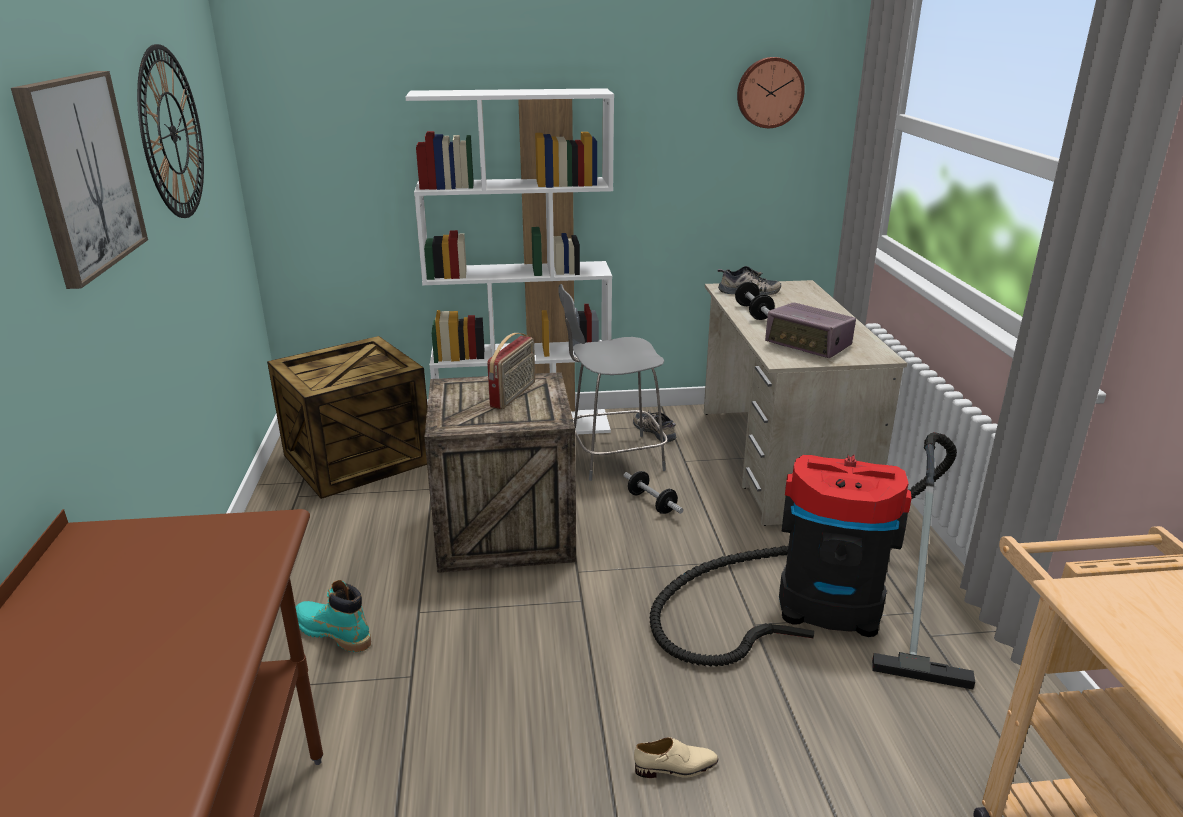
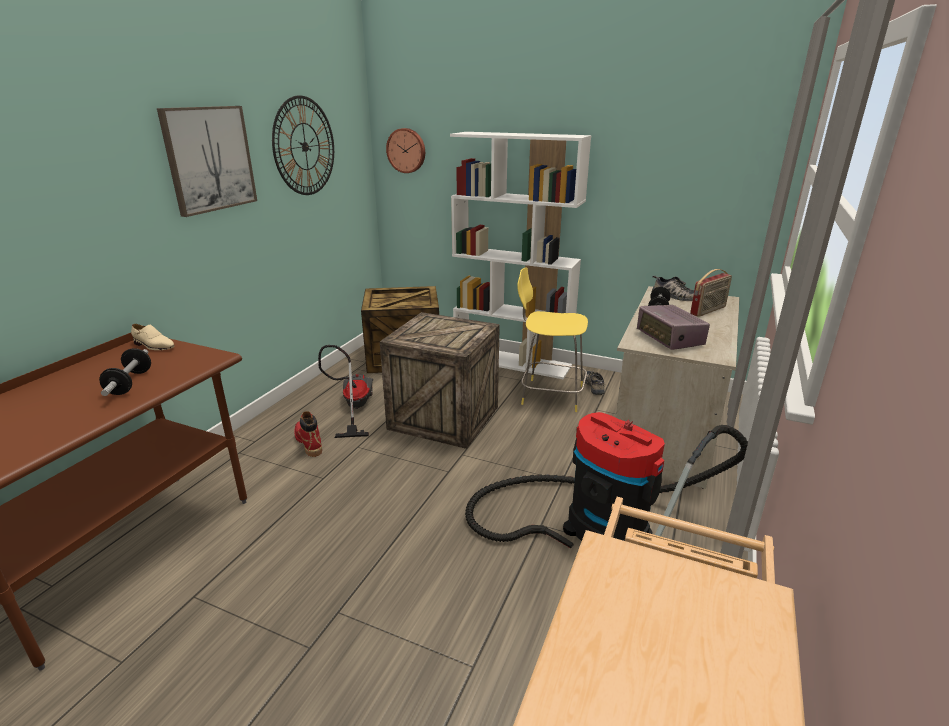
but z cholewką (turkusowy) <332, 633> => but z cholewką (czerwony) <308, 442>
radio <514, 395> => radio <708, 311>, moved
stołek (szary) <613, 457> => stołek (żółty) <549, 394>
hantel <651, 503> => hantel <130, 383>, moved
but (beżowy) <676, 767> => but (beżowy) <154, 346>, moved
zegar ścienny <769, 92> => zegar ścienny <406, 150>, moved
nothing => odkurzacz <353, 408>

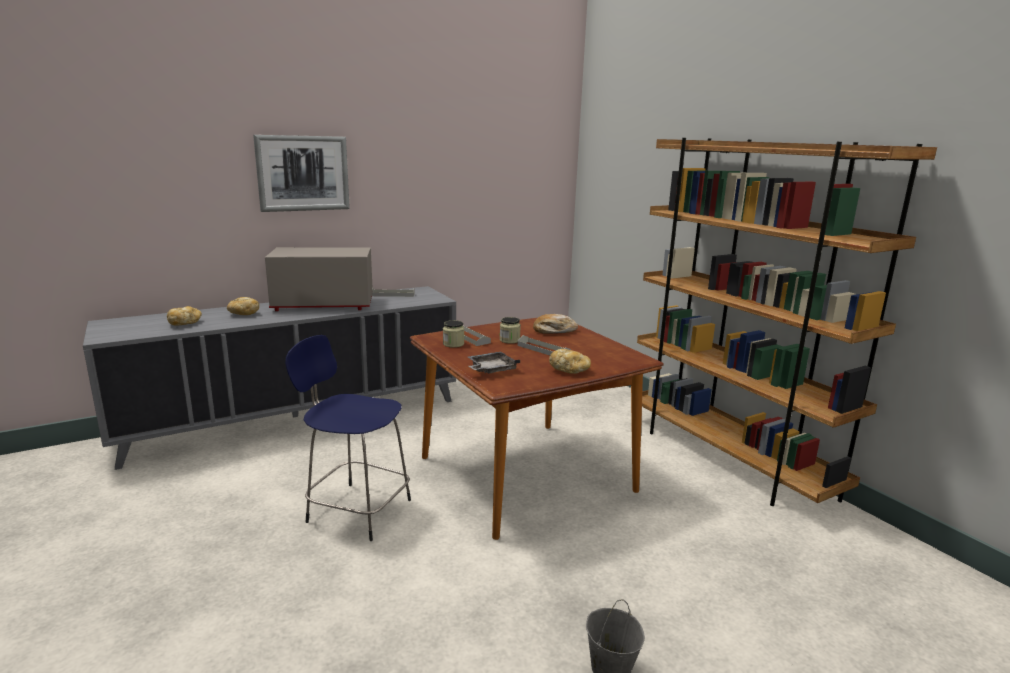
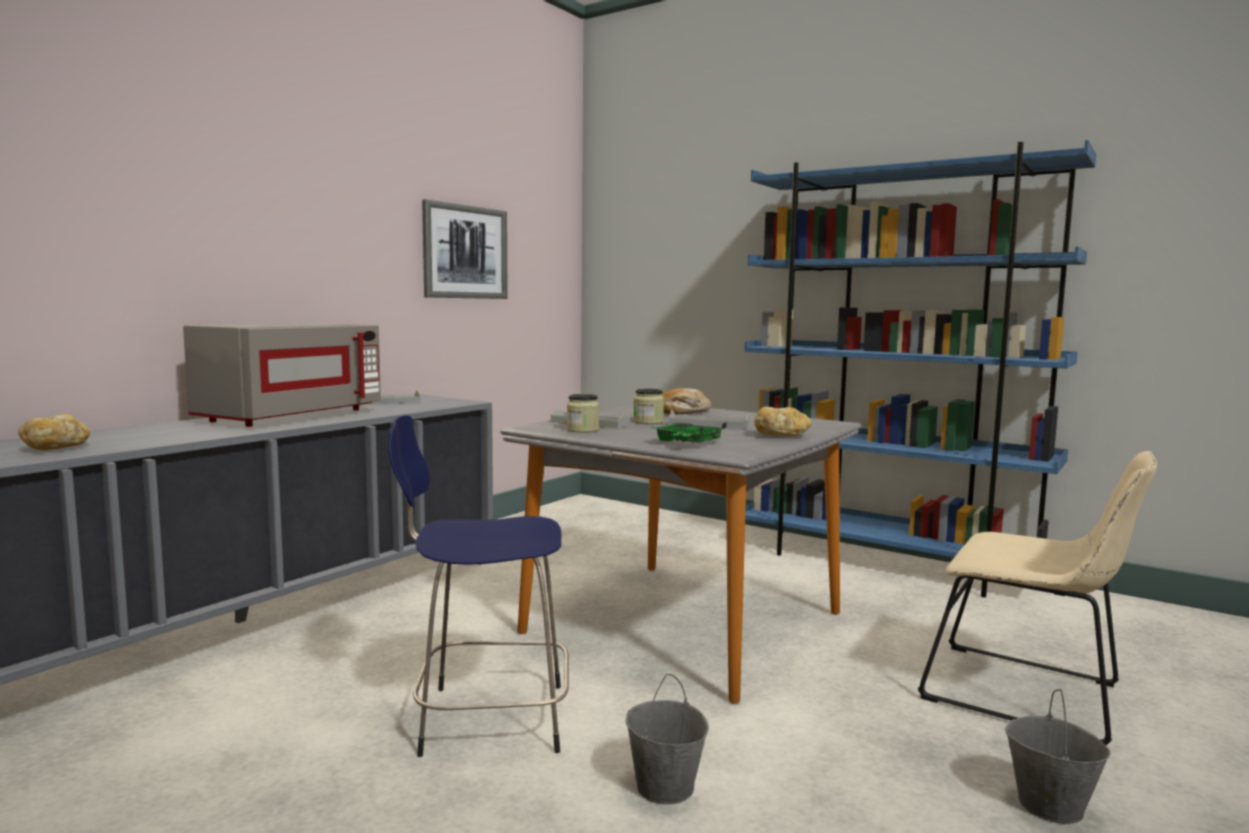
chleb <243, 314> => nothing
obraz <303, 173> => obraz <465, 252>, moved
mikrofalówka (szary) <323, 305> => mikrofalówka (szary) <290, 416>, 150 degrees clockwise
stół jadalny (brązowy) <524, 474> => stół jadalny (szary) <683, 623>
taca (szary) <491, 369> => taca (zielony) <687, 443>
regał (brązowy) <727, 459> => regał (niebieski) <887, 563>
nothing => wiadro (szary) <664, 787>
nothing => krzesło (beżowy) <1030, 695>

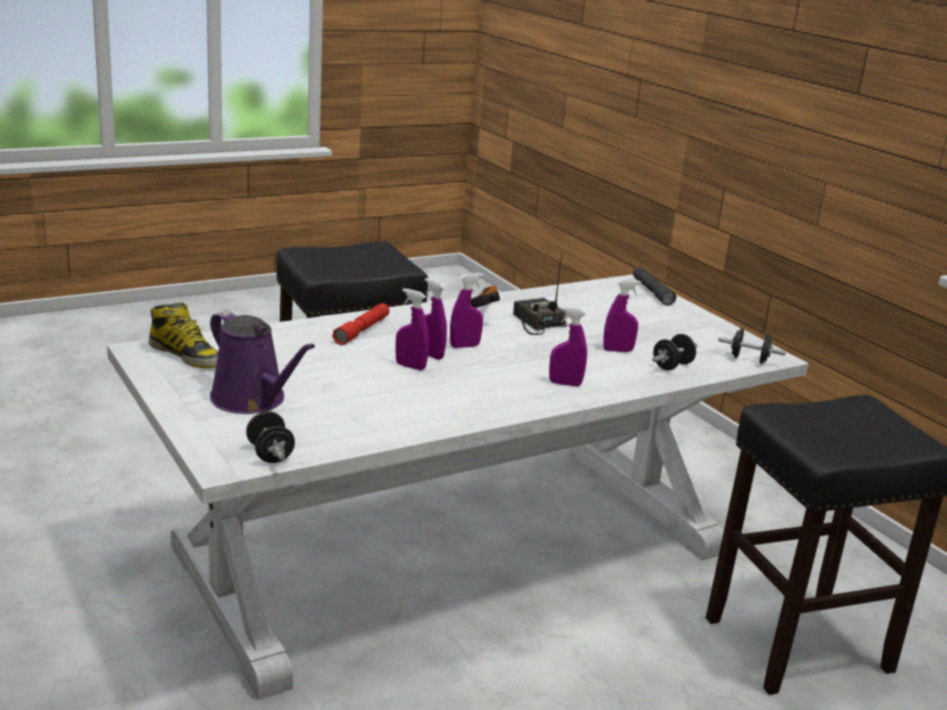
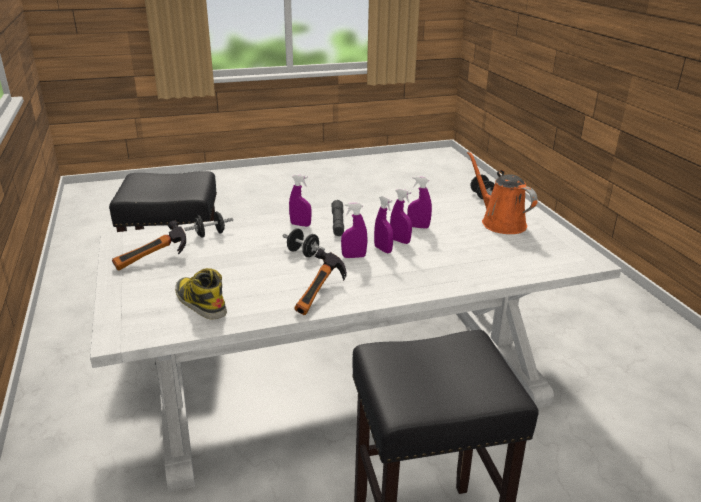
but z cholewką <187, 355> => but z cholewką <199, 302>, moved
konewka (fioletowy) <252, 400> => konewka (pomarańczowy) <500, 222>
latarka (czerwony) <362, 331> => nothing
radio <536, 323> => nothing
spryskiwacz (fioletowy) <618, 350> => spryskiwacz (fioletowy) <418, 227>, moved
latarka (szary) <652, 292> => latarka (szary) <337, 223>, moved
hantel (czarny) <749, 359> => hantel (czarny) <303, 253>, moved
nothing => młotek <153, 261>

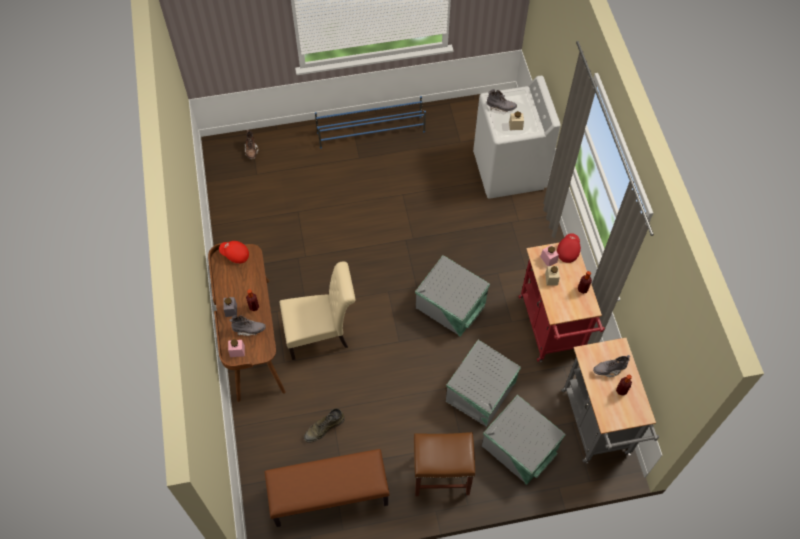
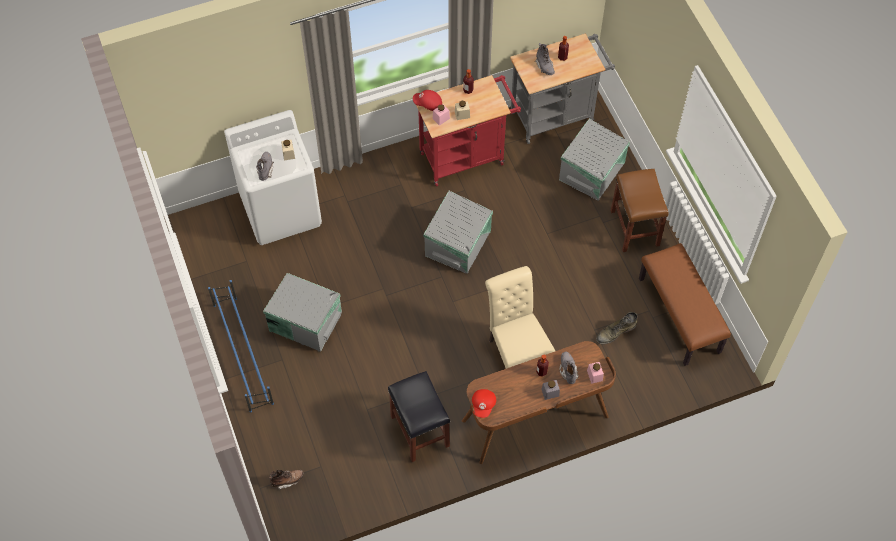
but z cholewką (zielony) <324, 428> => but z cholewką (zielony) <615, 332>, 105 degrees clockwise
pojemnik do przechowywania (szary) <482, 392> => pojemnik do przechowywania (szary) <305, 320>, moved
nothing => stołek (czarny) <419, 430>

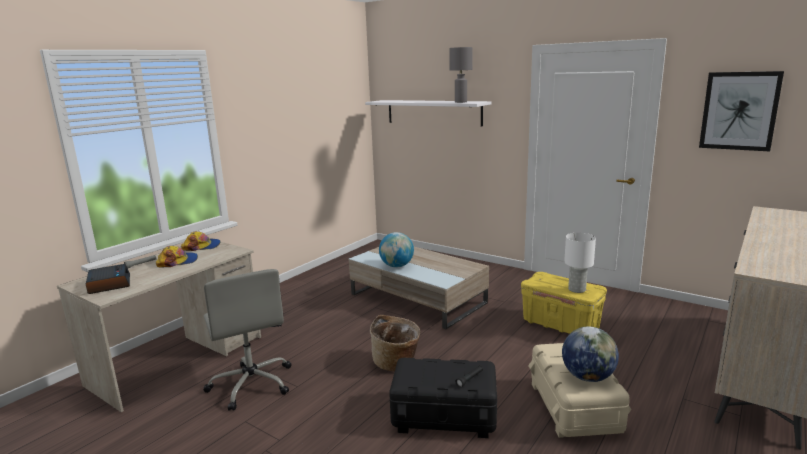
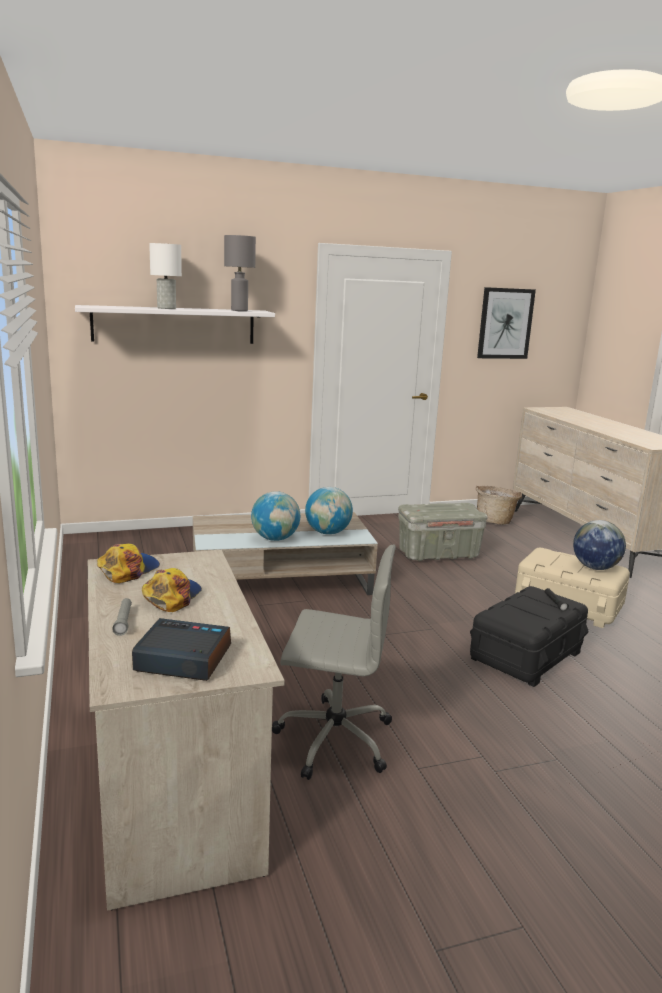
koszyk <396, 362> => koszyk <495, 521>, moved
pojemnik do przechowywania (żółty) <561, 324> => pojemnik do przechowywania (szary) <438, 554>
lampa stołowa (biały) <576, 289> => lampa stołowa (biały) <166, 308>, moved
nothing => globus <328, 533>

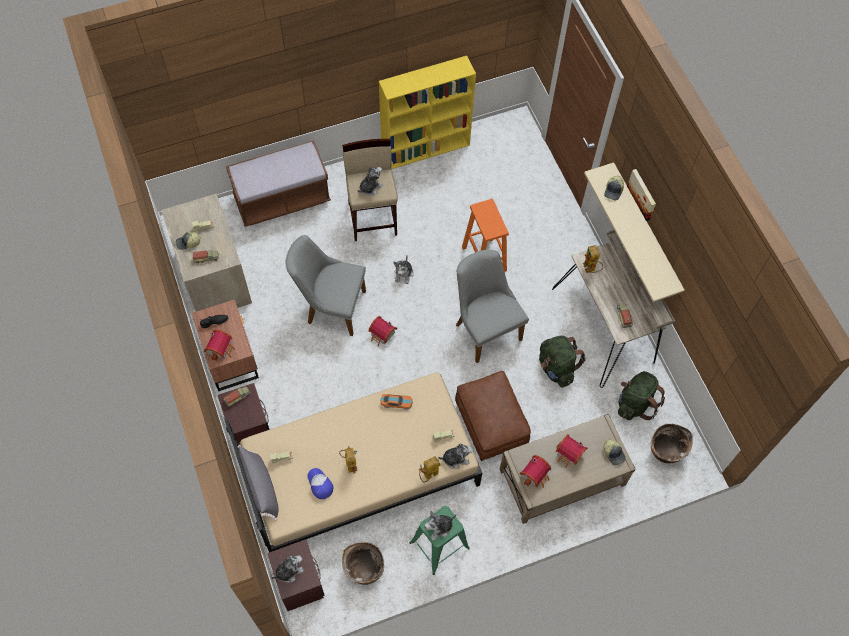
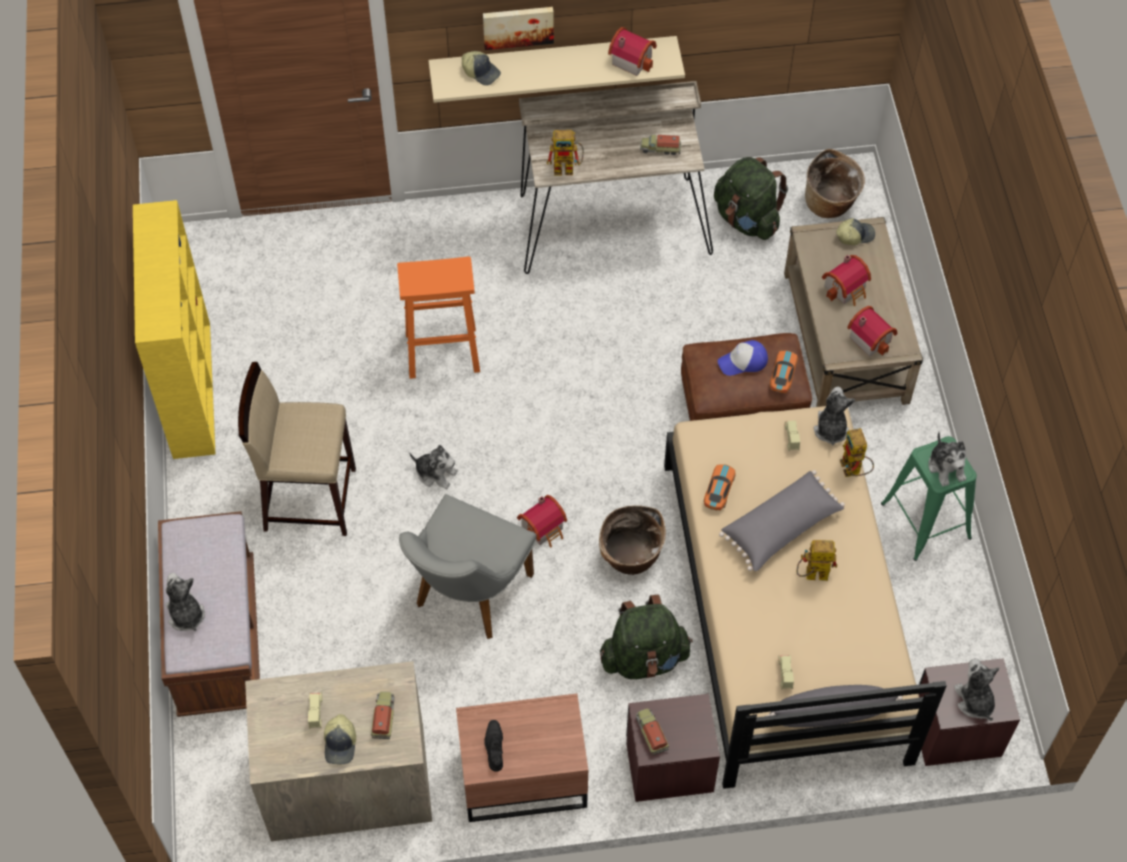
domek <221, 348> => domek <632, 59>, moved
czapka z daszkiem <320, 484> => czapka z daszkiem <743, 362>, moved
koszyk <363, 569> => koszyk <630, 558>, moved
pluszak <370, 187> => pluszak <185, 614>, moved
krzesło (szary) <484, 327> => nothing
plecak (zielony) <556, 368> => plecak (zielony) <644, 658>, moved
nothing => poduszka (szary) <781, 528>
nothing => samochodzik <783, 375>

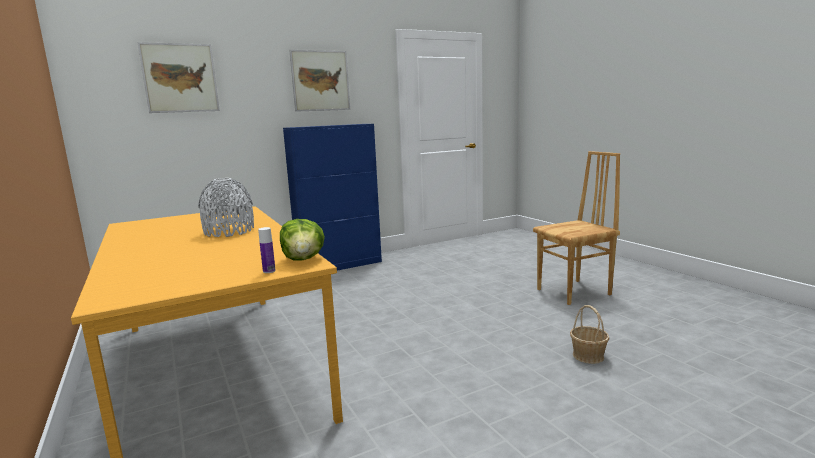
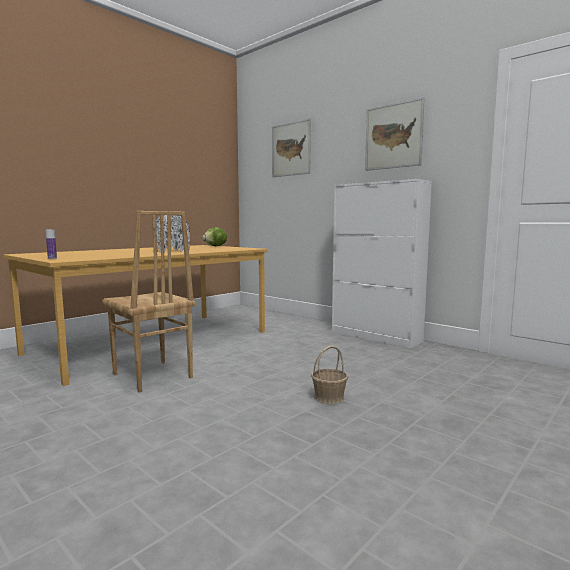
sałata <303, 259> => sałata <215, 246>, moved
szafka (niebieski) <340, 265> => szafka (biały) <376, 336>
krzesło (brązowy) <575, 292> => krzesło (brązowy) <151, 376>, moved
koszyk <588, 356> => koszyk <329, 397>, moved

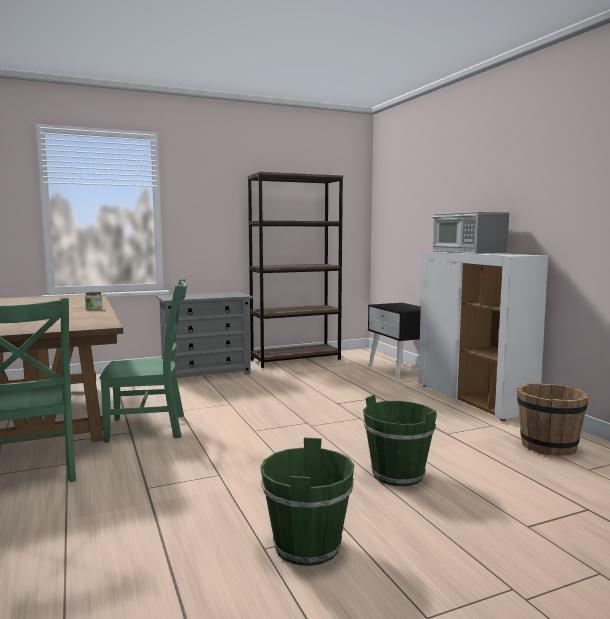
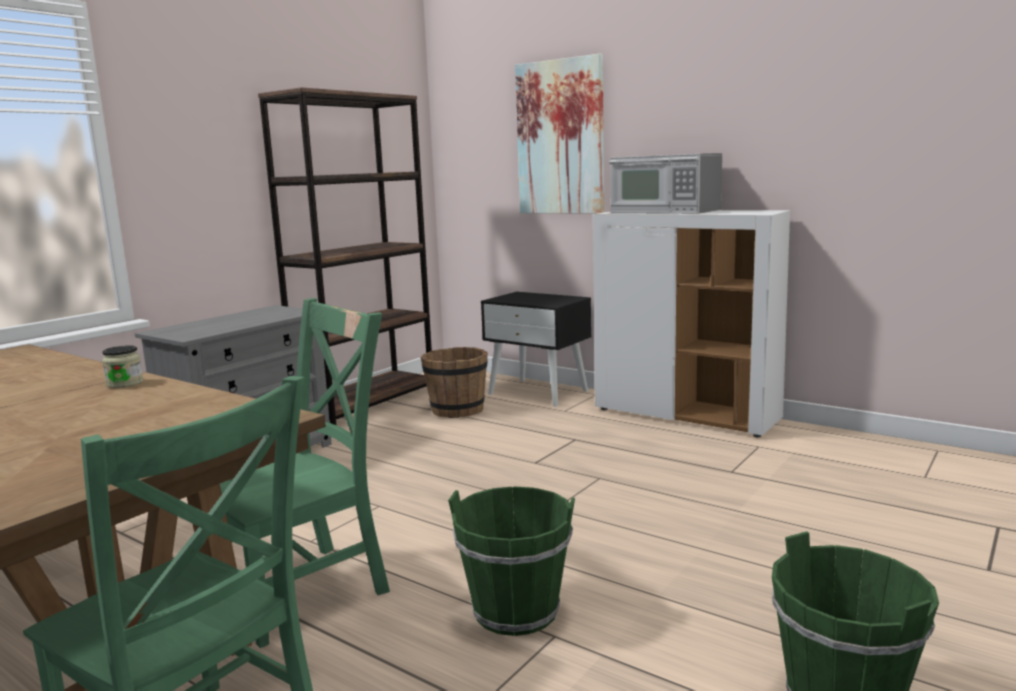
wiadro (zielony) <398, 474> => wiadro (zielony) <516, 611>, moved
wiadro (brązowy) <548, 446> => wiadro (brązowy) <457, 410>, moved
nothing => obraz <560, 138>

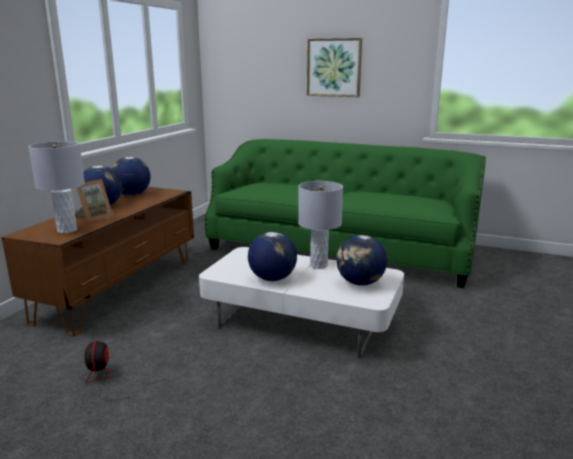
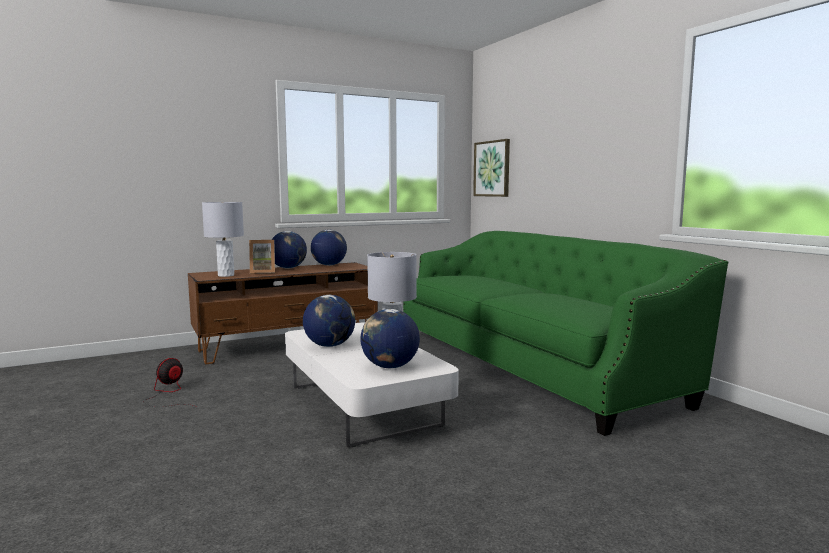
obraz <334, 67> => obraz <492, 168>, moved

